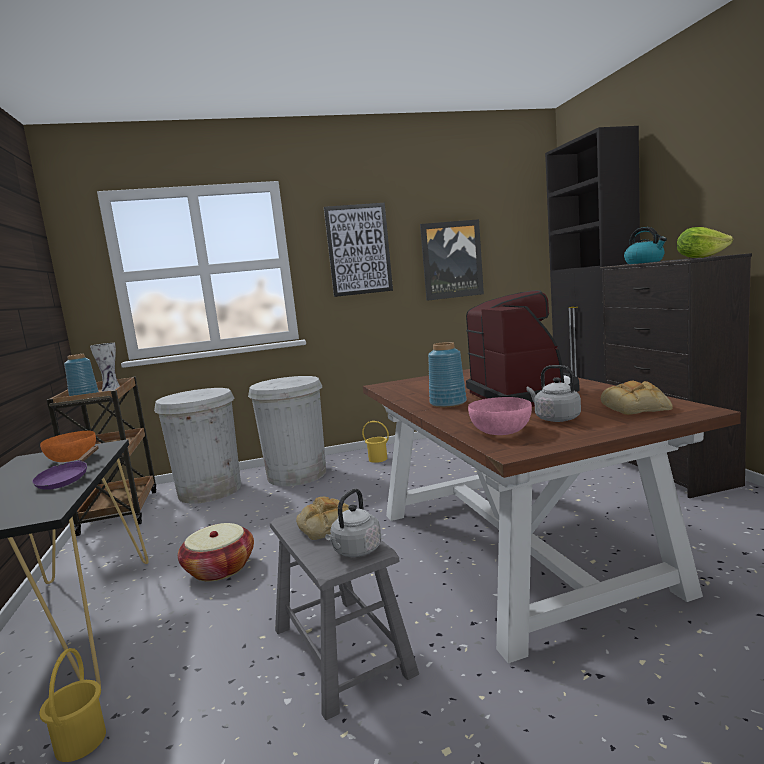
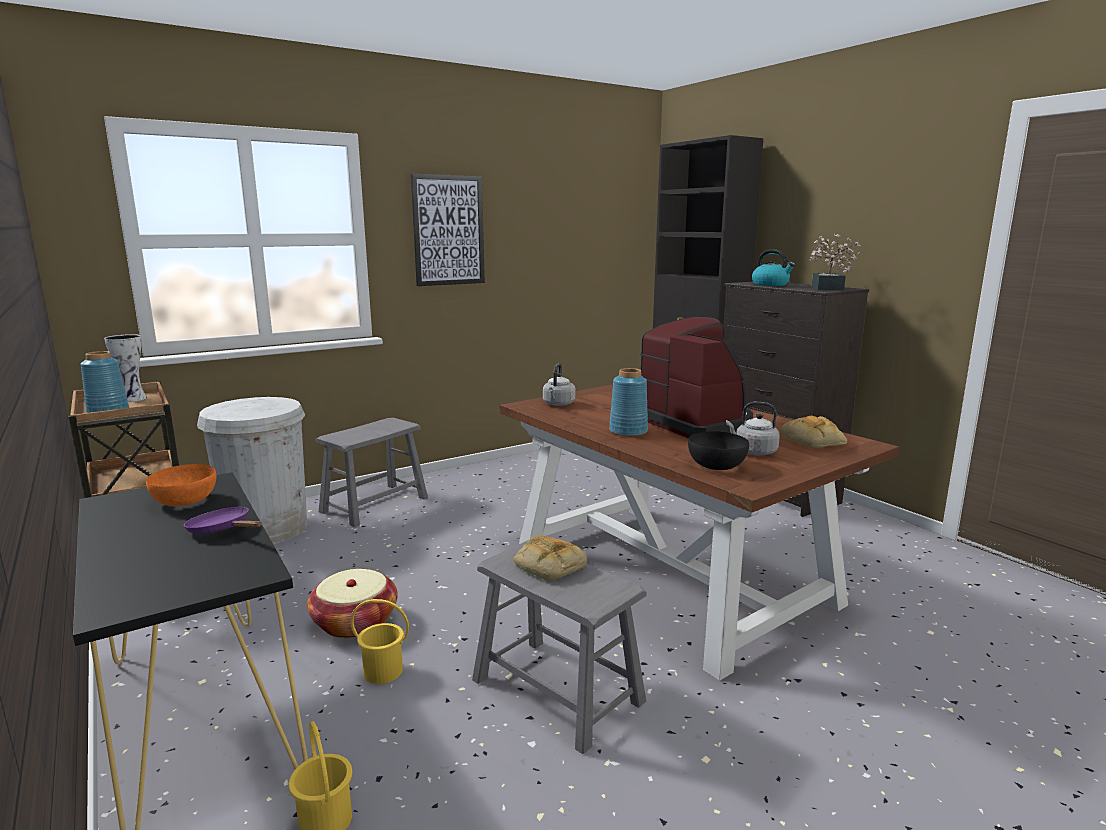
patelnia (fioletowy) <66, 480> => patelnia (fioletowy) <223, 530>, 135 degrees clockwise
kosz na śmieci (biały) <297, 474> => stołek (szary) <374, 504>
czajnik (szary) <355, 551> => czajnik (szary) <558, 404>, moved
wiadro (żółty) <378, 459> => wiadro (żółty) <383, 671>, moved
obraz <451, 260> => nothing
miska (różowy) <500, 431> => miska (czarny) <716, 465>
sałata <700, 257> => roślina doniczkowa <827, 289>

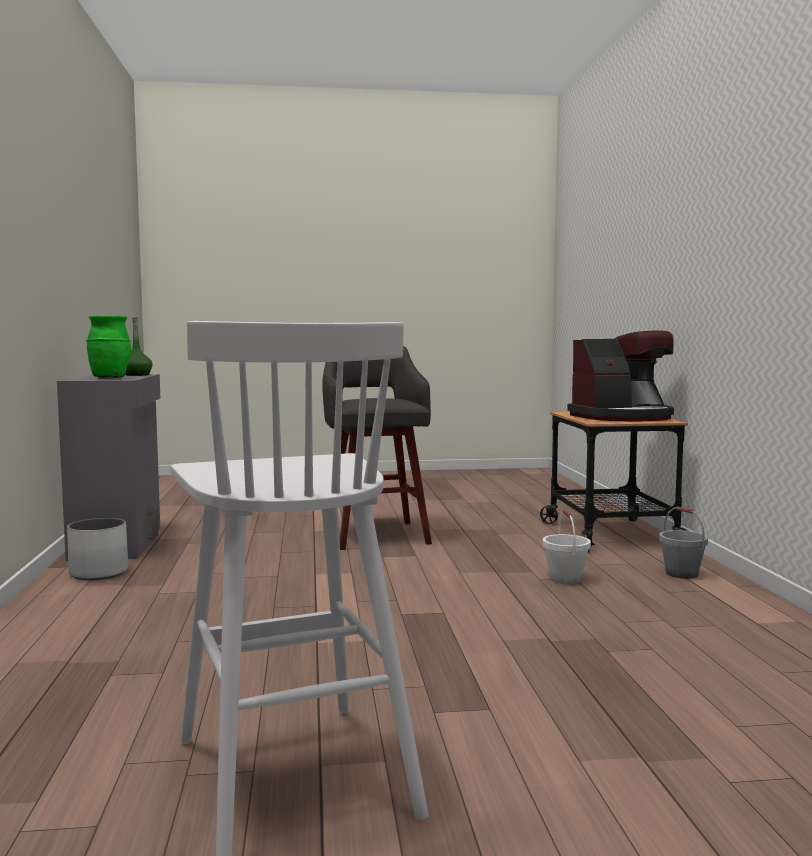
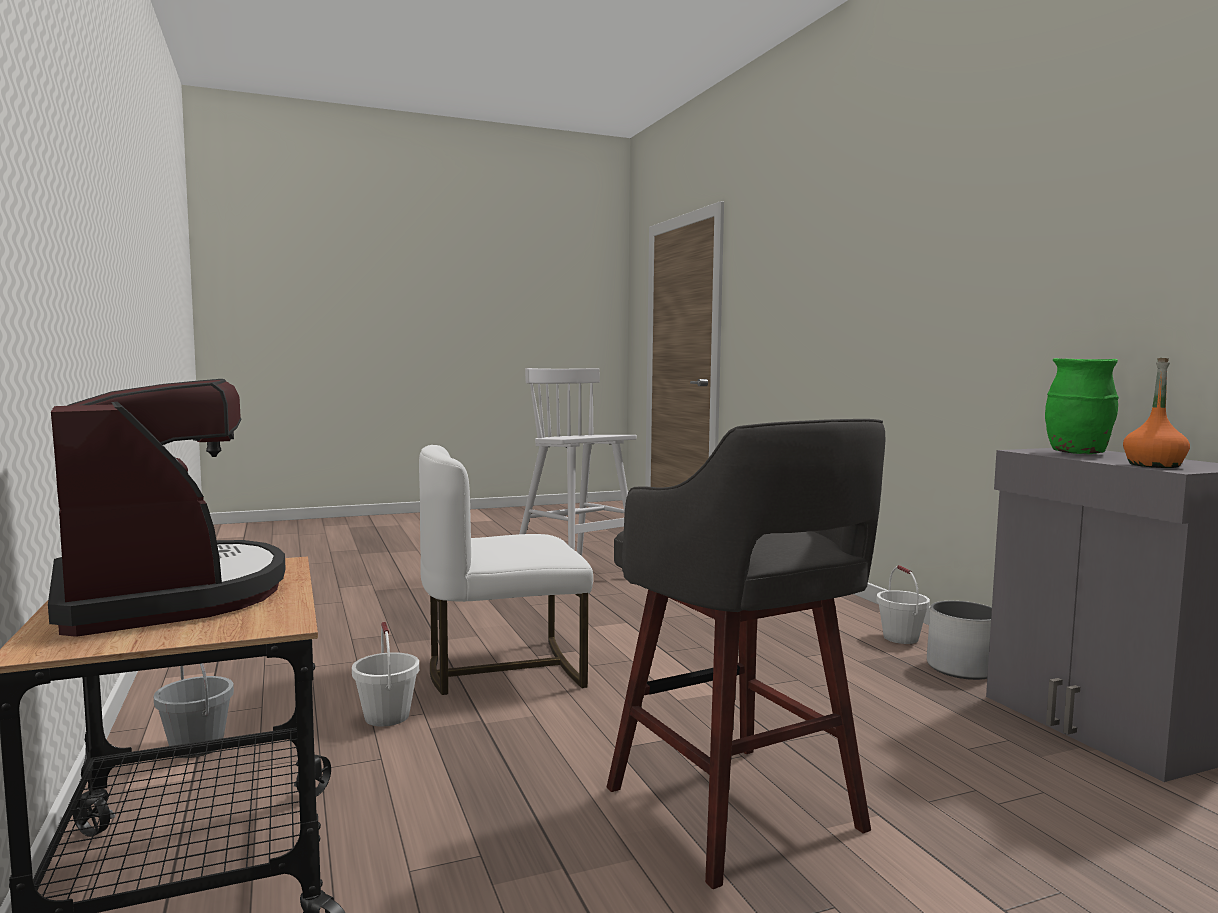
butelka (zielony) <137, 375> => butelka (pomarańczowy) <1153, 465>
ekspres do kawy <623, 417> => ekspres do kawy <168, 594>, 90 degrees clockwise
nothing => krzesło (biały) <503, 669>
nothing => wiadro (biały) <901, 638>

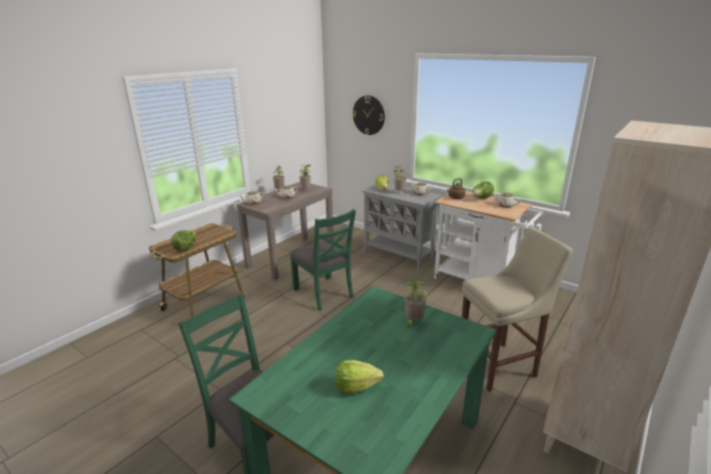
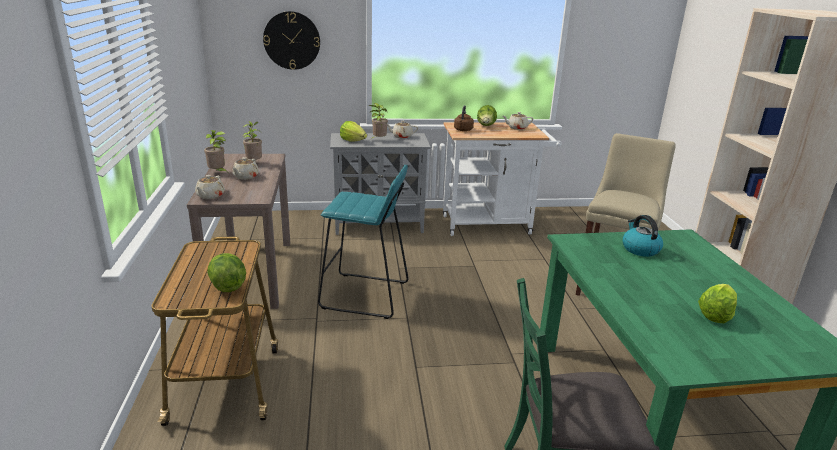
krzesło (zielony) <324, 293> => stołek (turkusowy) <365, 295>
roślina doniczkowa <413, 322> => czajnik <640, 249>

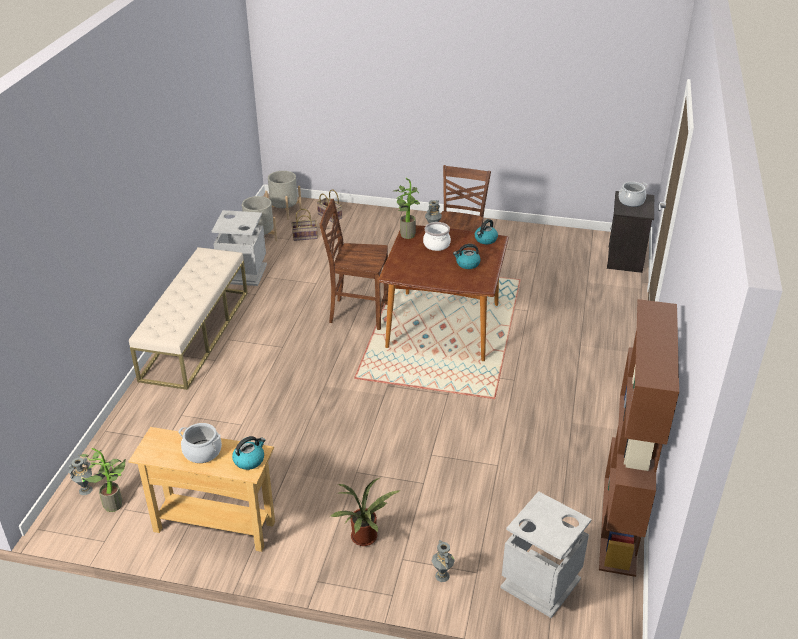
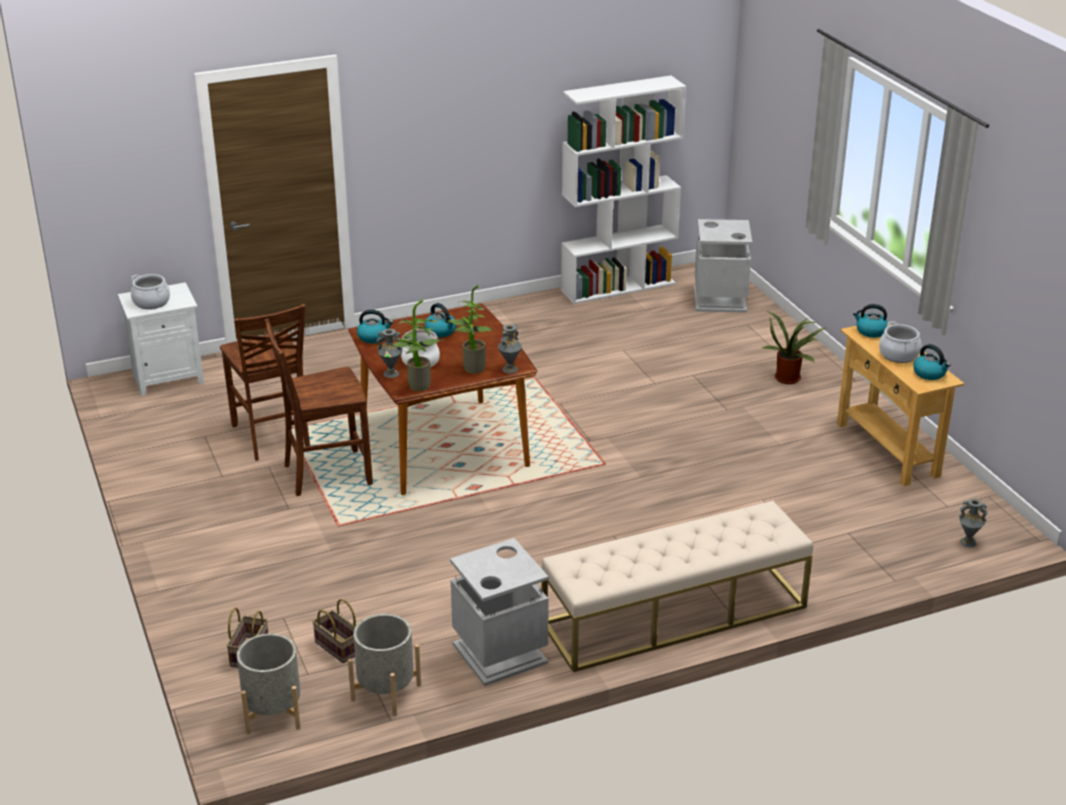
roślina doniczkowa <114, 503> => roślina doniczkowa <471, 369>, moved
krzesło (brązowy) <357, 313> => krzesło (brązowy) <272, 437>, moved
wazon (szary) <442, 576> => wazon (szary) <510, 369>, moved
regał (brązowy) <620, 525> => regał (biały) <618, 287>
szafka nocna (czarny) <626, 259> => szafka nocna (biały) <169, 377>
nothing => czajnik <930, 373>

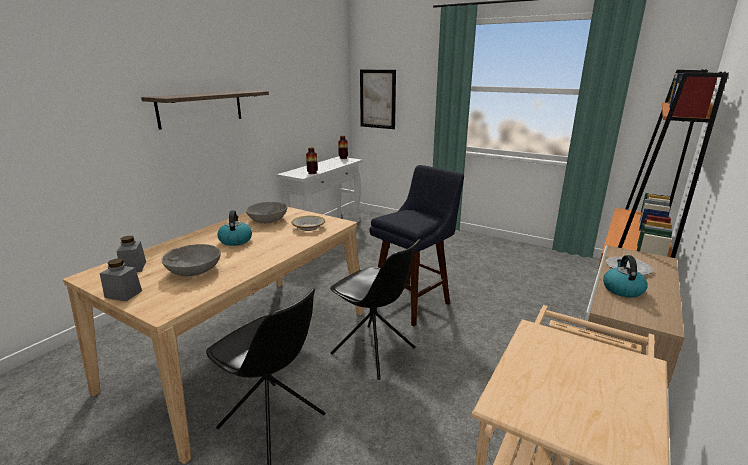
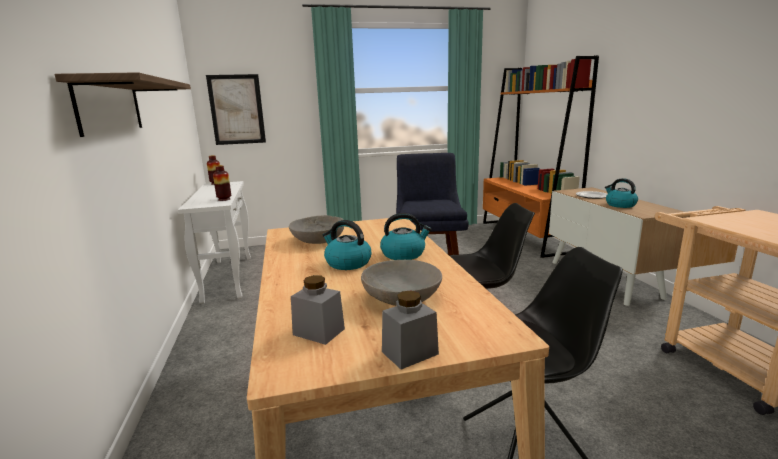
miska <309, 227> => nothing
nothing => czajnik <404, 254>

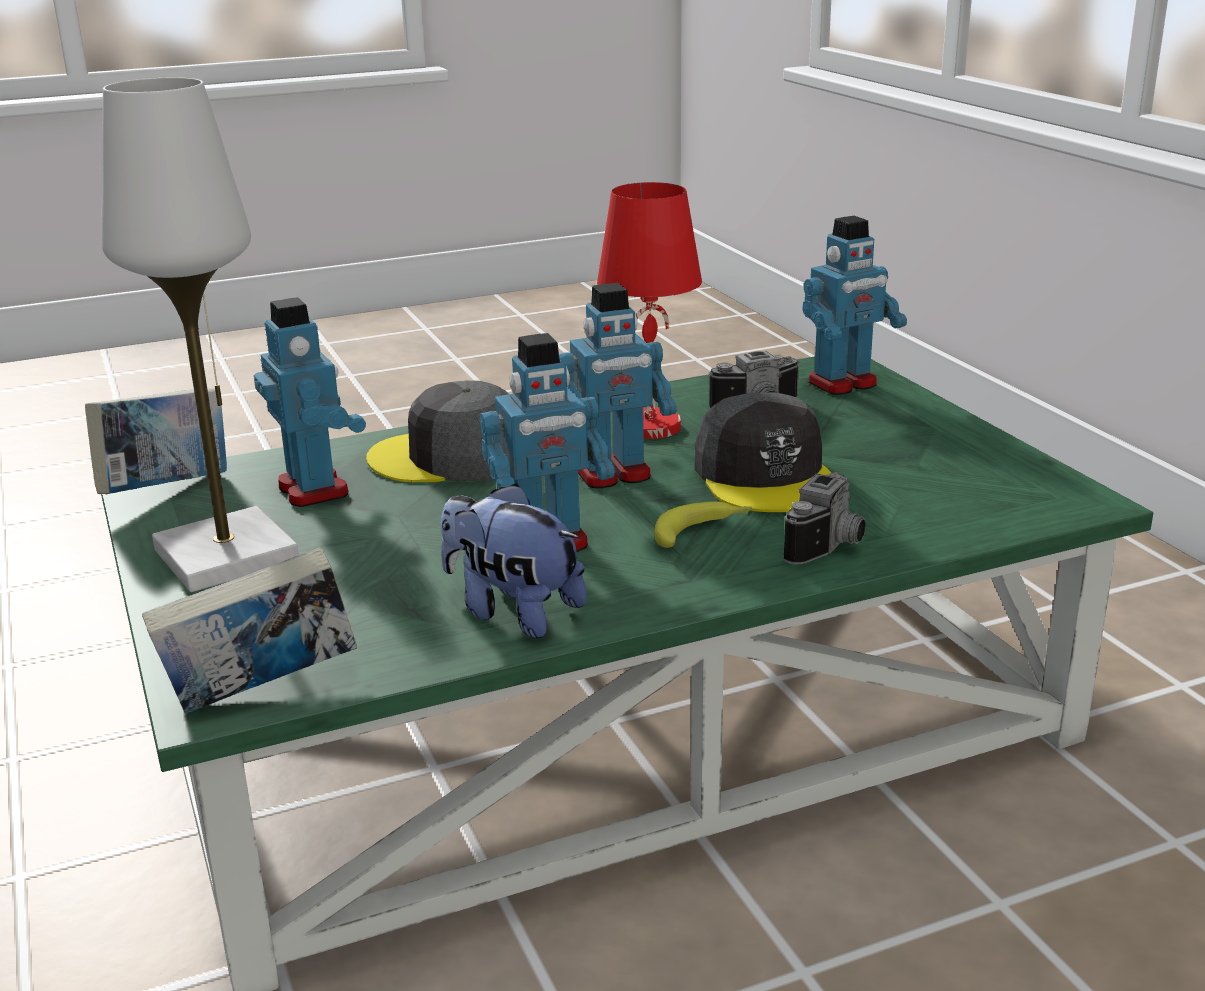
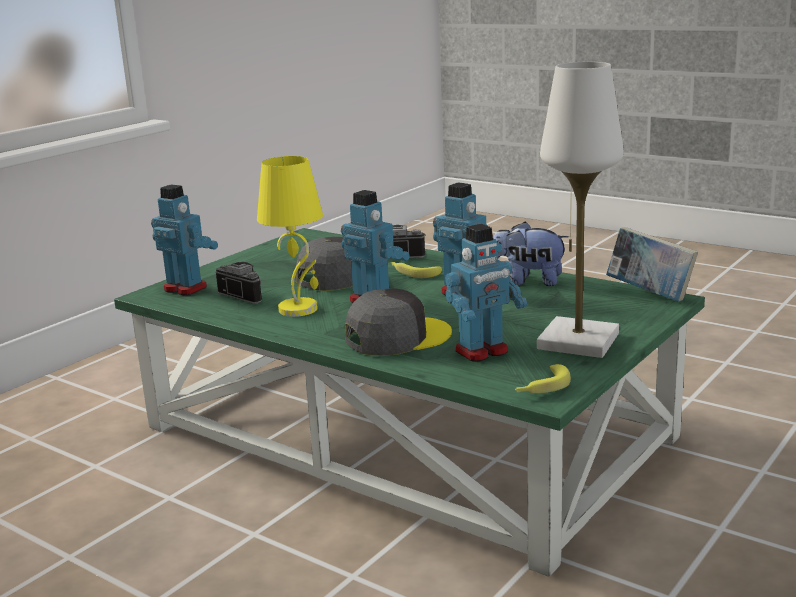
książka <168, 489> => banan <541, 387>
robot zabawkowy <315, 489> => robot zabawkowy <482, 352>, 150 degrees counterclockwise
czapka z daszkiem (szary) <451, 457> => czapka z daszkiem (szary) <397, 337>, 90 degrees counterclockwise
pluszak <512, 611> => pluszak <528, 281>, 105 degrees clockwise
lampa stołowa (czerwony) <649, 427> => lampa stołowa (żółty) <299, 309>

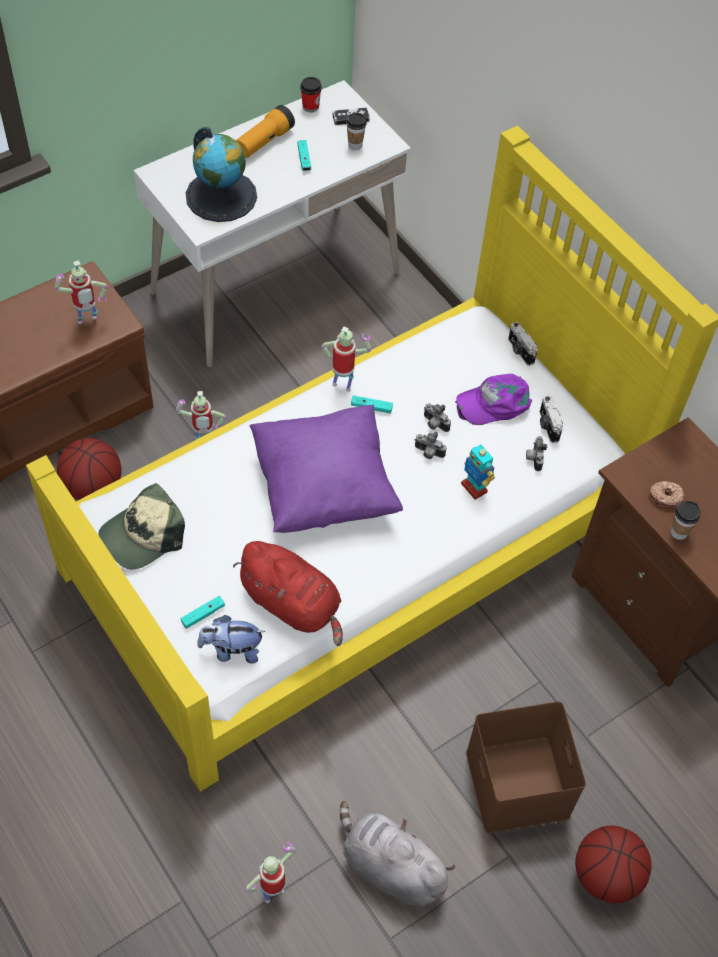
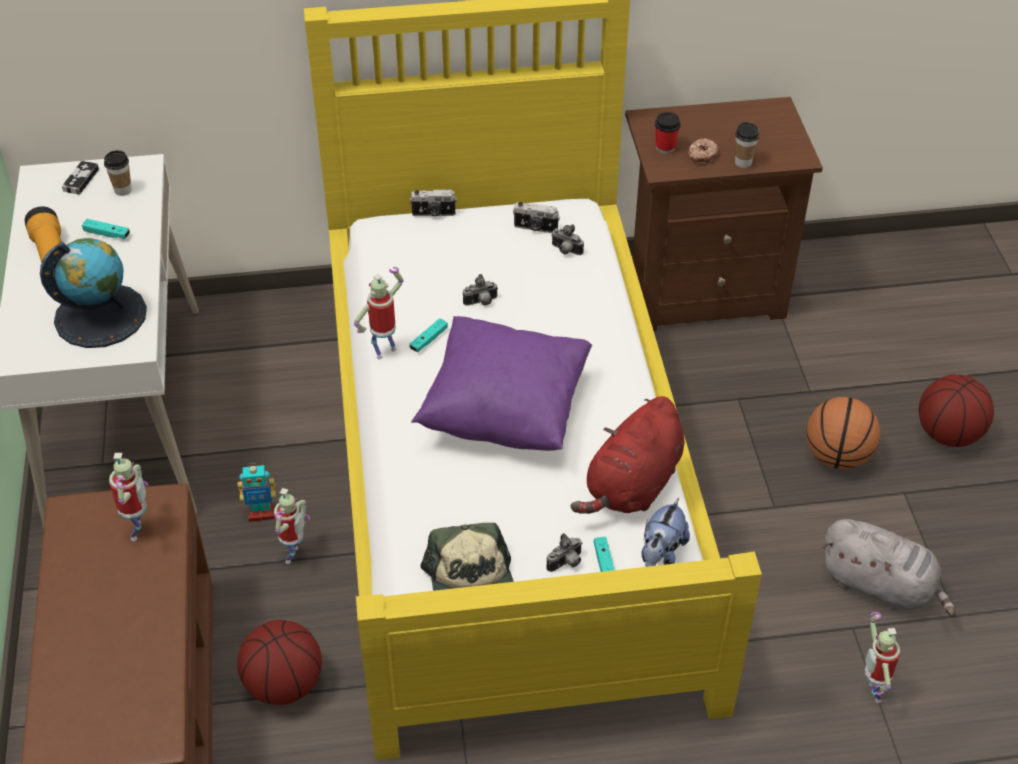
pluszak (czerwony) <293, 604> => pluszak (czerwony) <632, 486>, 150 degrees clockwise
filiżanka <310, 106> => filiżanka <665, 147>, moved
pluszak (szary) <389, 867> => pluszak (szary) <881, 586>, 120 degrees counterclockwise
aparat fotograficzny <428, 453> => aparat fotograficzny <566, 563>, moved
czapka z daszkiem (fioletowy) <494, 402> => nothing
robot zabawkowy <474, 487> => robot zabawkowy <261, 513>, moved
pojemnik do przechowywania (brązowy) <519, 785> => piłka do koszykówki <837, 456>

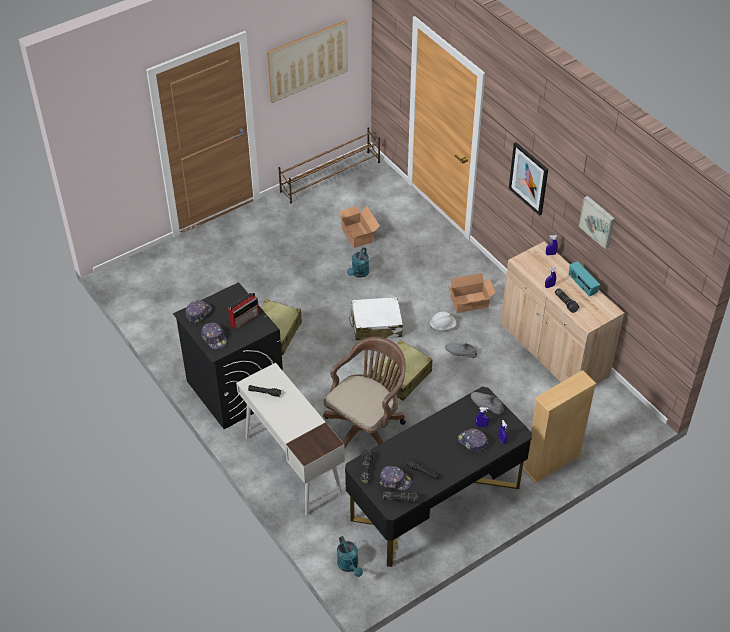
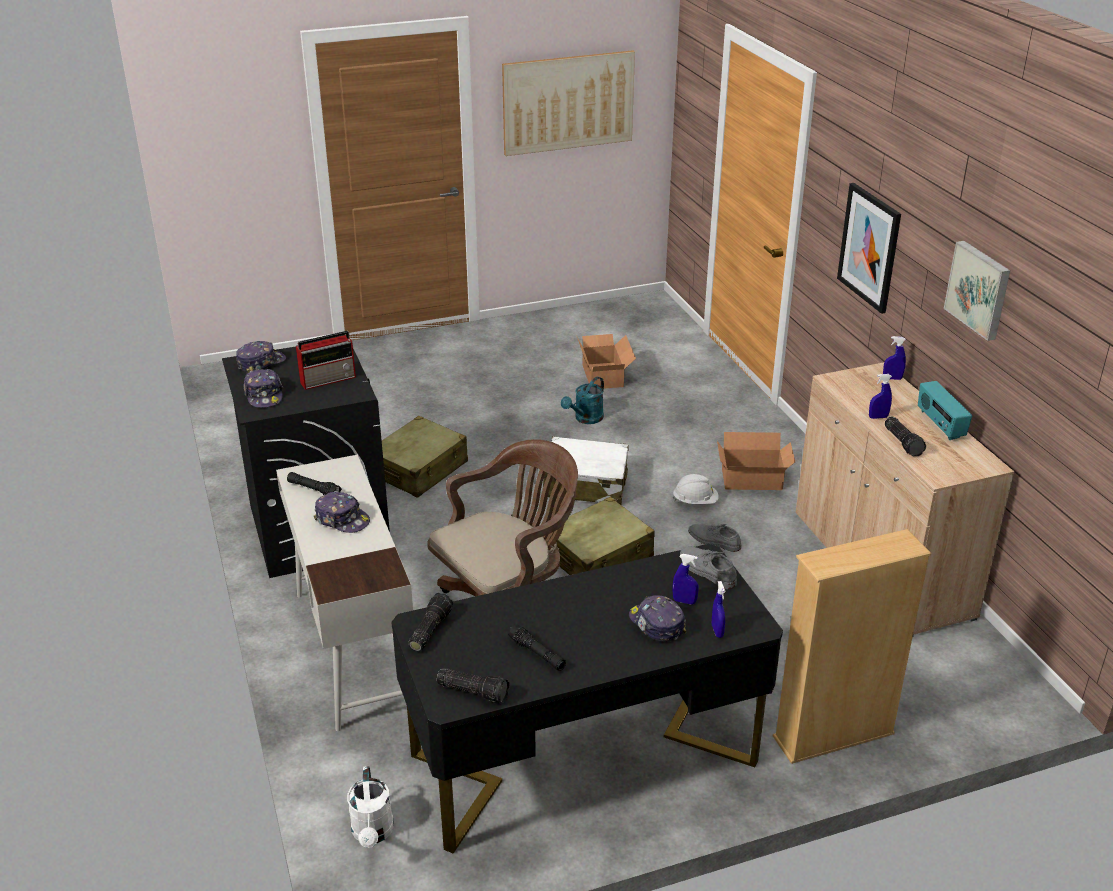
regał na buty (brązowy) <331, 177> => nothing
konewka (turkusowy) <349, 566> => konewka (biały) <373, 834>
czapka z daszkiem <395, 481> => czapka z daszkiem <342, 520>, moved

